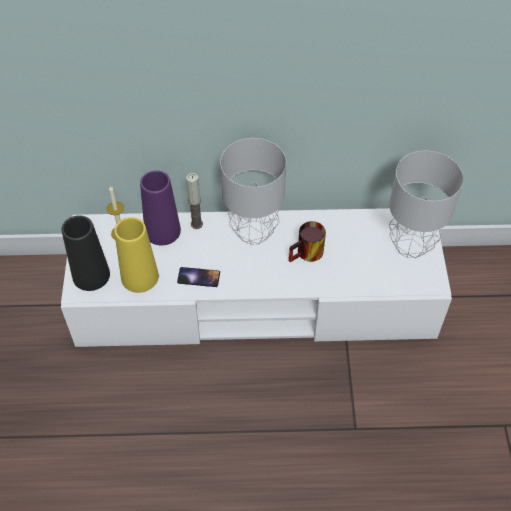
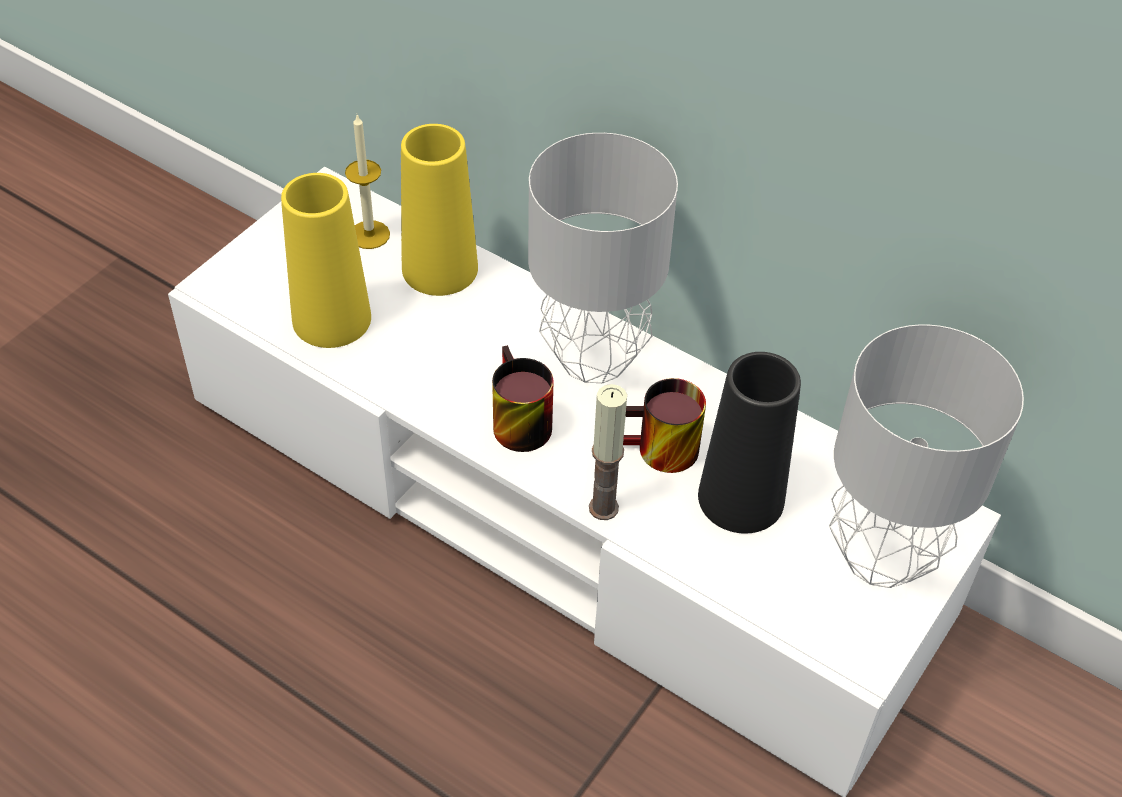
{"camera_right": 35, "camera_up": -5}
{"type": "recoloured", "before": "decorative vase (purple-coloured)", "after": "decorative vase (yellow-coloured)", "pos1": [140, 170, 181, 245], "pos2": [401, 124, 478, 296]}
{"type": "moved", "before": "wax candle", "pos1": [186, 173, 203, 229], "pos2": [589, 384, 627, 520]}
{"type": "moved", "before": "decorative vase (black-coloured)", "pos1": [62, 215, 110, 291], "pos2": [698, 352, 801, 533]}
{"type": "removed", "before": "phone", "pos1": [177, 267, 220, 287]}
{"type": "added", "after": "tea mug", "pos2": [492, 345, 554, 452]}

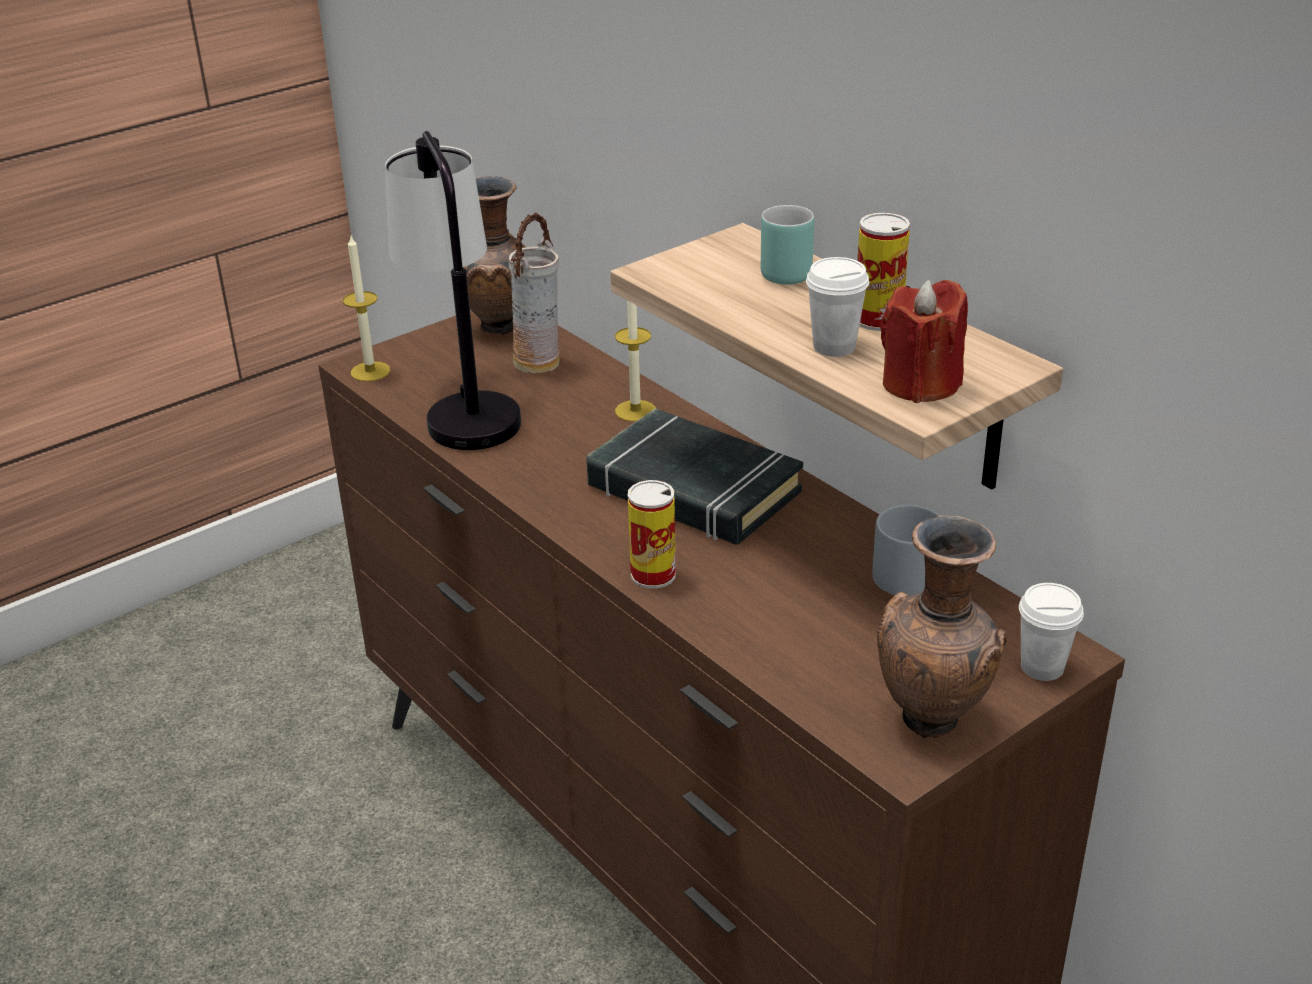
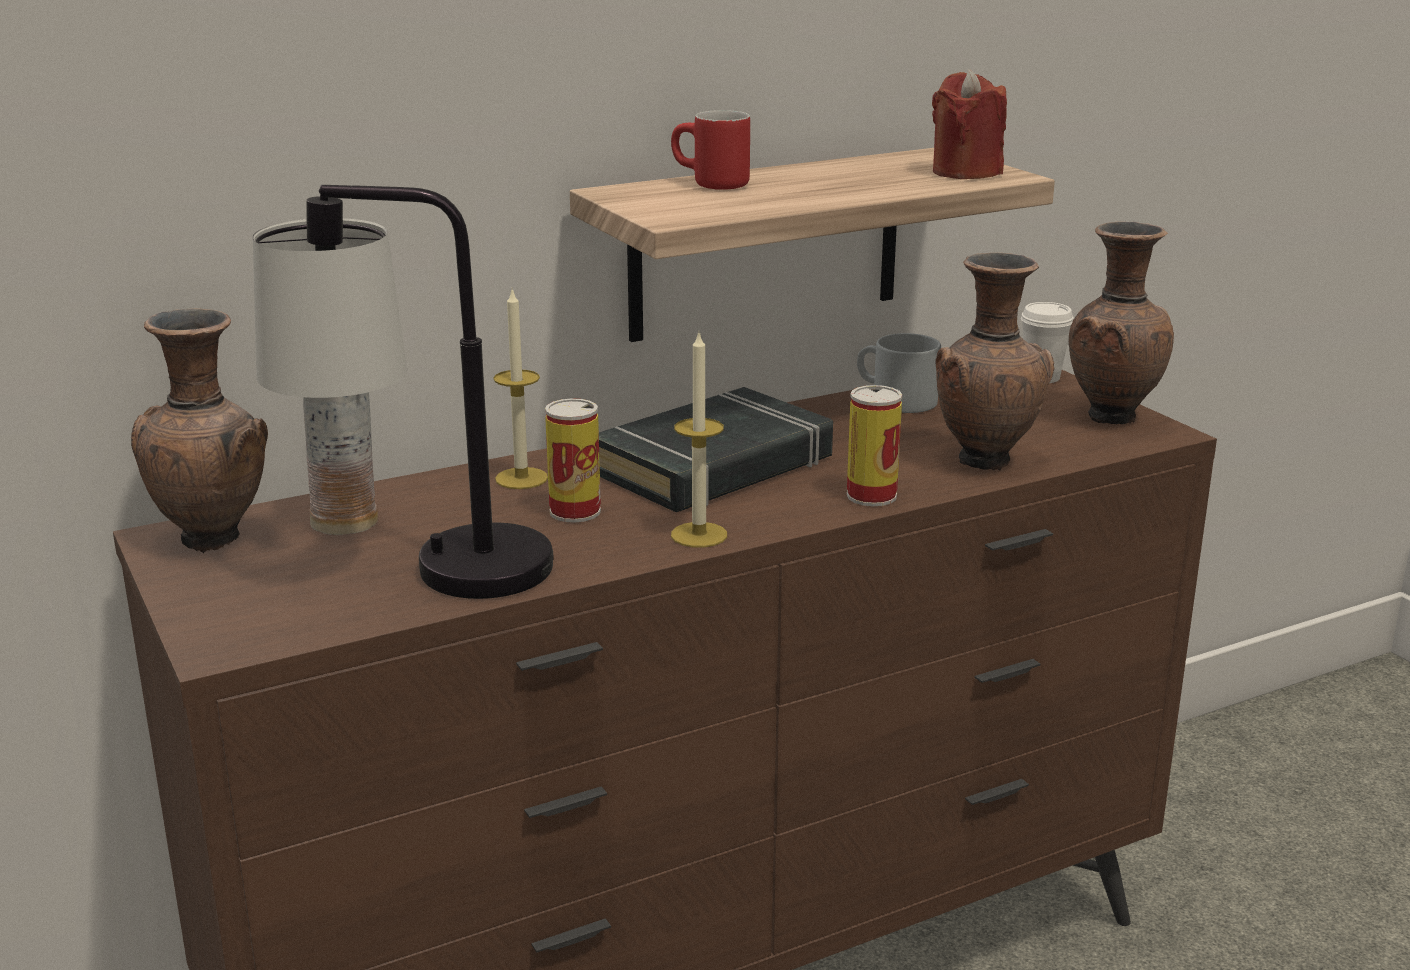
{"camera_right": -80, "camera_up": -10}
{"type": "recoloured", "before": "tea mug (turquoise)", "after": "tea mug (red)", "pos1": [761, 205, 814, 285], "pos2": [671, 110, 750, 190]}
{"type": "moved", "before": "metal can", "pos1": [858, 213, 910, 331], "pos2": [545, 398, 601, 523]}
{"type": "moved", "before": "wax candle", "pos1": [343, 236, 390, 382], "pos2": [671, 333, 727, 548]}
{"type": "removed", "before": "drinking cup (white)", "pos1": [806, 257, 869, 357]}
{"type": "added", "after": "decorative vase (brownish)", "pos2": [936, 253, 1054, 471]}

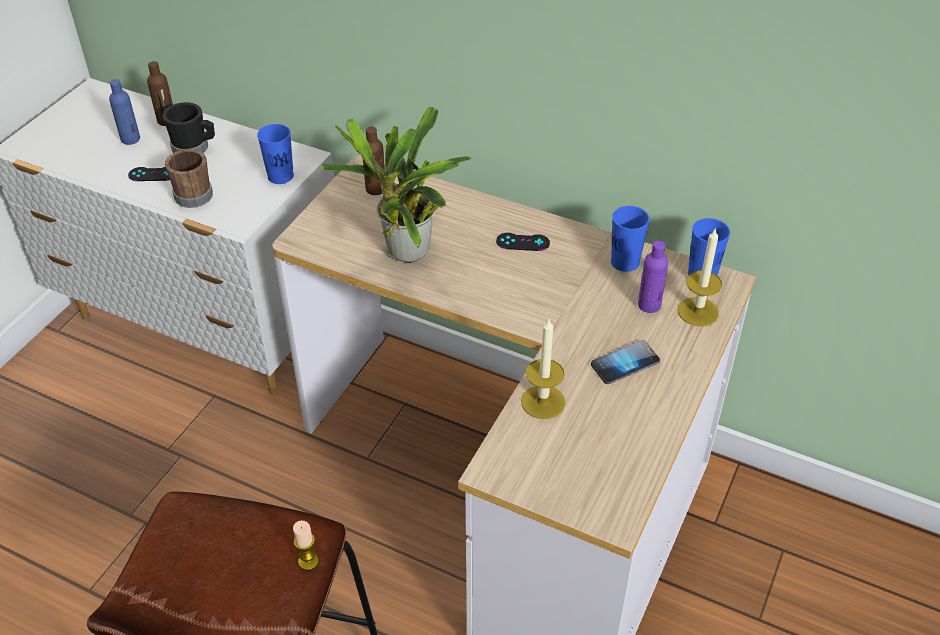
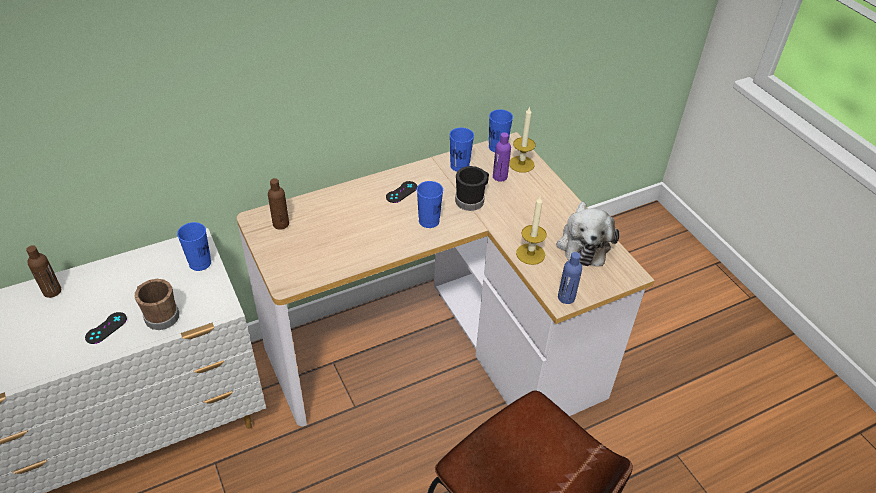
{"camera_right": -55, "camera_up": 0}
{"type": "moved", "before": "bottle (blue)", "pos1": [109, 79, 140, 145], "pos2": [558, 252, 582, 304]}
{"type": "moved", "before": "tea mug (black-coloured)", "pos1": [162, 102, 215, 153], "pos2": [455, 166, 489, 211]}
{"type": "removed", "before": "plant in a pot", "pos1": [320, 107, 472, 263]}
{"type": "removed", "before": "phone", "pos1": [591, 340, 660, 384]}
{"type": "removed", "before": "wax candle", "pos1": [293, 520, 319, 570]}
{"type": "added", "after": "drinking cup (blue)", "pos2": [417, 181, 443, 228]}
{"type": "added", "after": "cuddly toy", "pos2": [556, 202, 619, 267]}

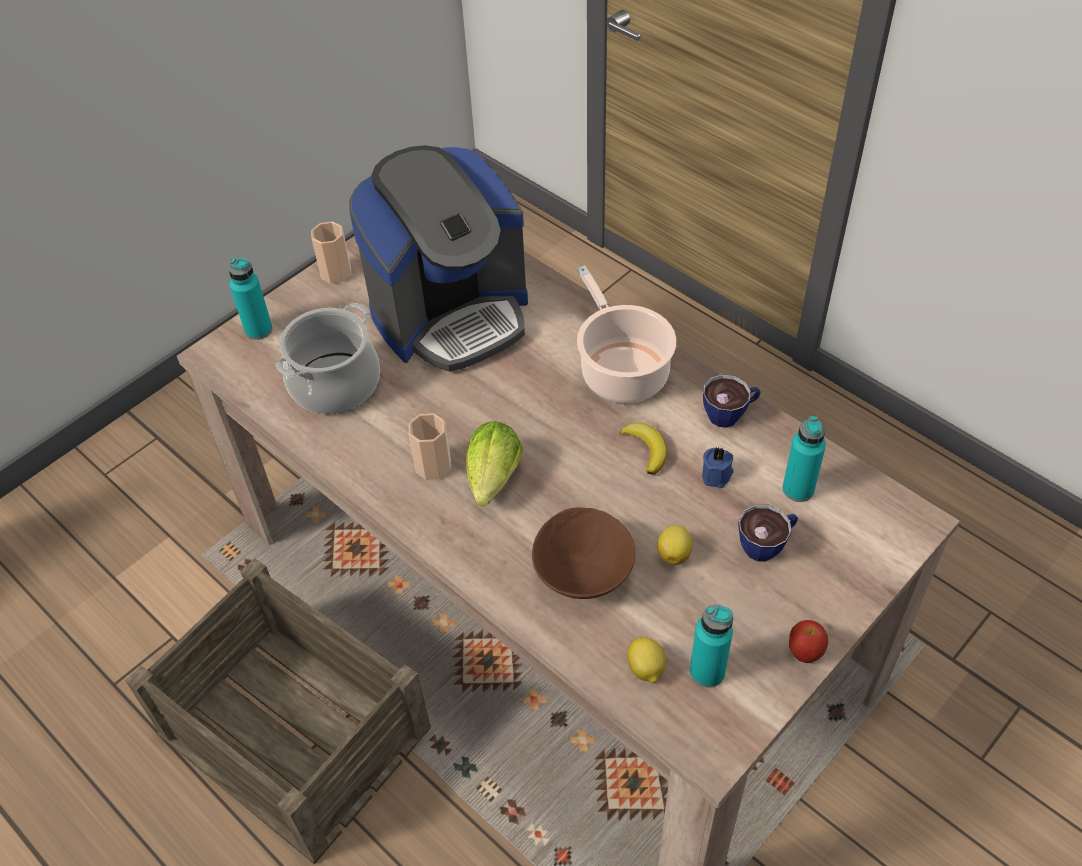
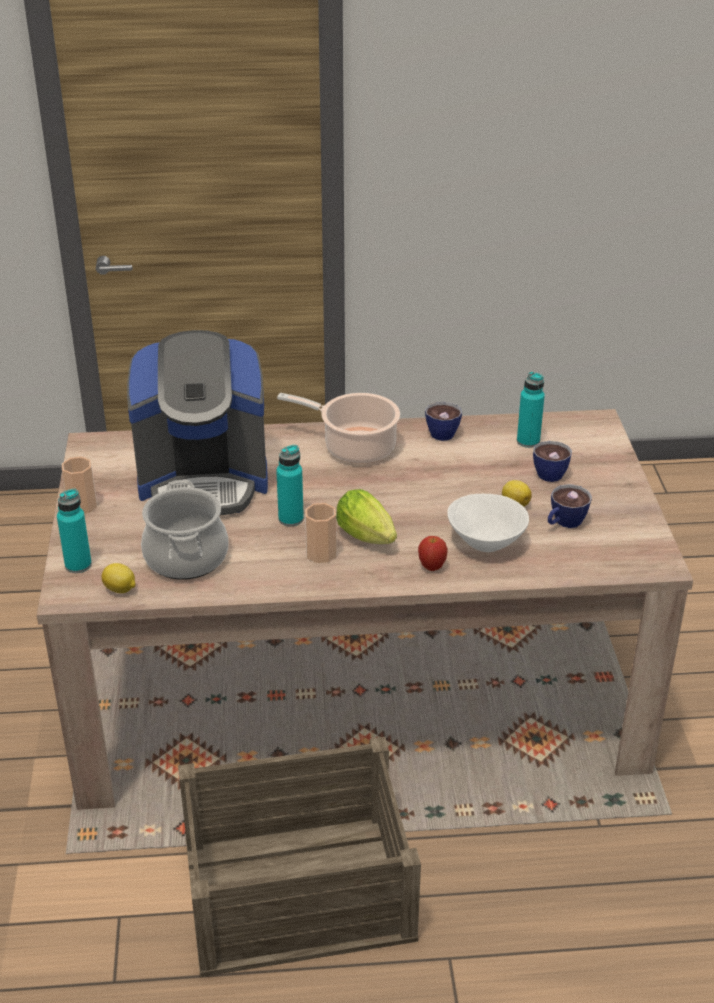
{"camera_right": -50, "camera_up": -15}
{"type": "turned", "before": "coffee machine", "pos1": [349, 145, 528, 372], "pos2": [127, 330, 268, 515], "turn": 75}
{"type": "removed", "before": "banana", "pos1": [620, 423, 667, 475]}
{"type": "removed", "before": "wax candle (blue)", "pos1": [702, 447, 734, 488]}
{"type": "recoloured", "before": "serving bowl (brownish)", "after": "serving bowl (white)", "pos1": [532, 507, 635, 599], "pos2": [448, 494, 529, 552]}
{"type": "moved", "before": "bottle (turquoise)", "pos1": [690, 605, 733, 688], "pos2": [276, 445, 304, 526]}
{"type": "moved", "before": "apple", "pos1": [789, 620, 828, 663], "pos2": [418, 536, 448, 571]}
{"type": "moved", "before": "whole lemon", "pos1": [627, 637, 666, 683], "pos2": [102, 563, 135, 593]}
{"type": "added", "after": "drinking cup", "pos2": [548, 484, 592, 528]}

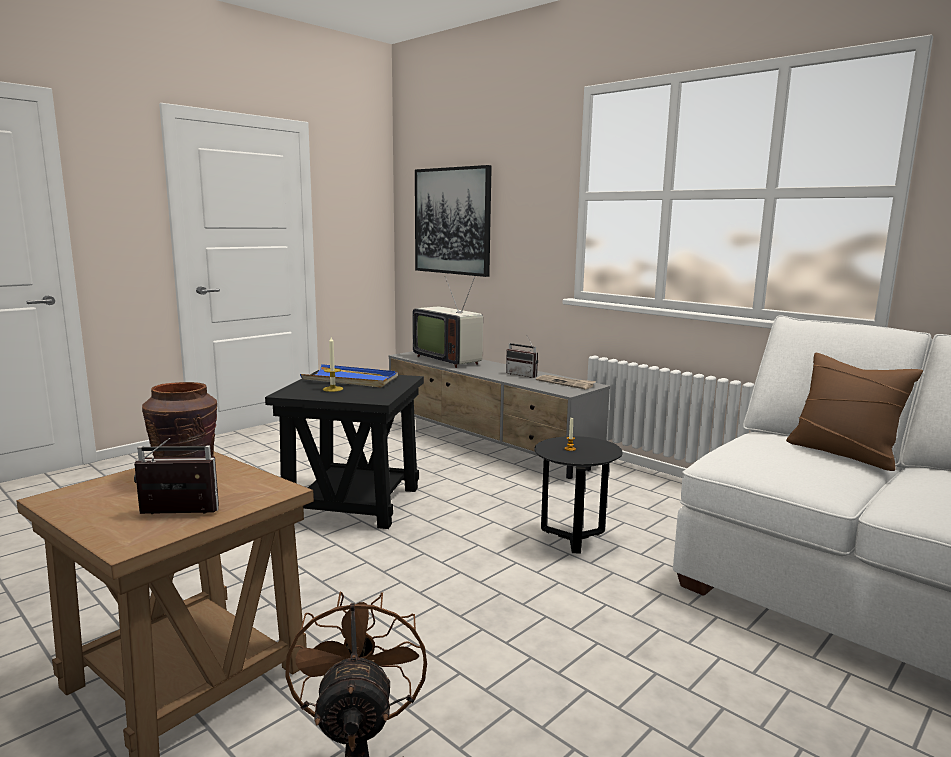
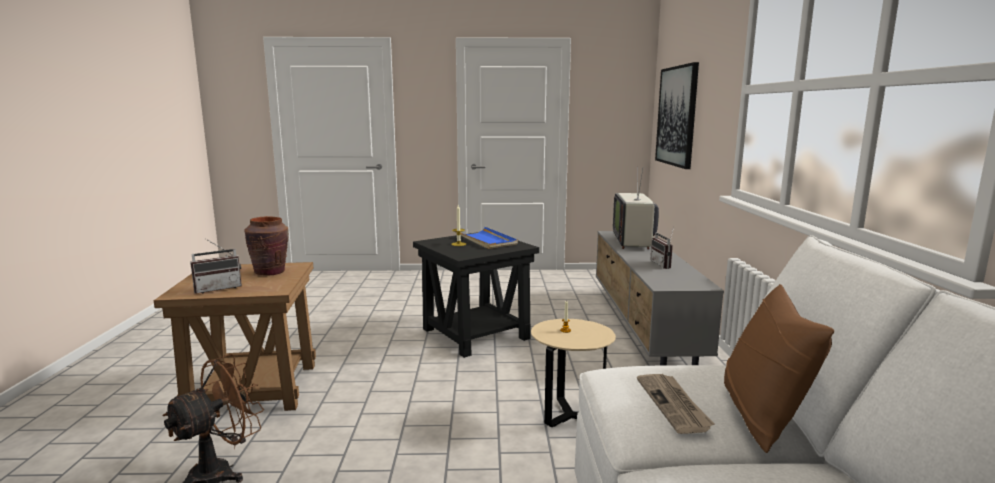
{"camera_right": 45, "camera_up": 0}
{"type": "moved", "before": "daily paper", "pos1": [536, 375, 596, 390], "pos2": [637, 374, 714, 434]}
{"type": "recoloured", "before": "end table (black-coloured)", "after": "end table (beige-coloured)", "pos1": [534, 436, 623, 554], "pos2": [531, 319, 616, 427]}
{"type": "turned", "before": "radio", "pos1": [134, 438, 219, 514], "pos2": [190, 238, 242, 294], "turn": 105}

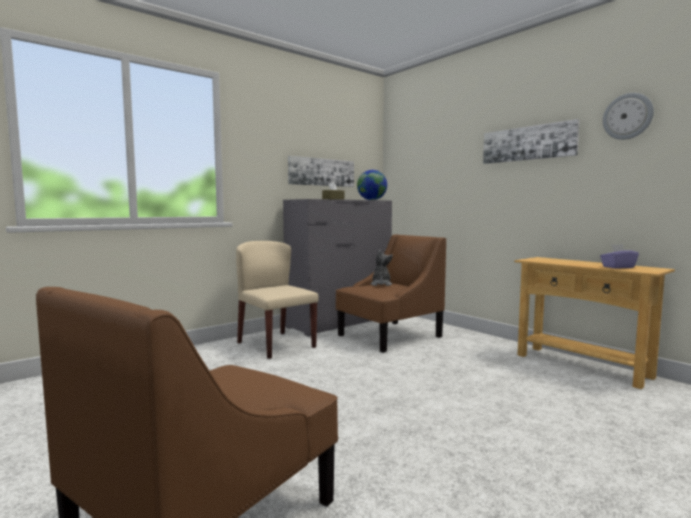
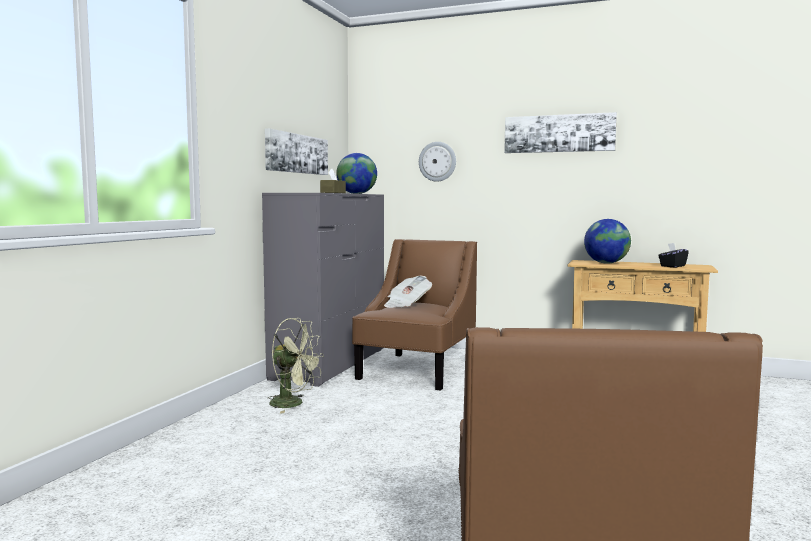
{"camera_right": -30, "camera_up": 0}
{"type": "moved", "before": "wall clock", "pos1": [603, 93, 654, 140], "pos2": [419, 142, 456, 182]}
{"type": "replaced", "before": "plain chair (beige-coloured)", "after": "fan (green-coloured)", "pos1": [236, 241, 319, 359], "pos2": [268, 318, 324, 413]}
{"type": "recoloured", "before": "tissue box (purple-coloured)", "after": "tissue box (black-coloured)", "pos1": [600, 244, 639, 269], "pos2": [658, 243, 689, 268]}
{"type": "replaced", "before": "cuddly toy", "after": "daily paper", "pos1": [371, 250, 393, 286], "pos2": [384, 276, 432, 308]}
{"type": "added", "after": "globe", "pos2": [584, 219, 631, 264]}

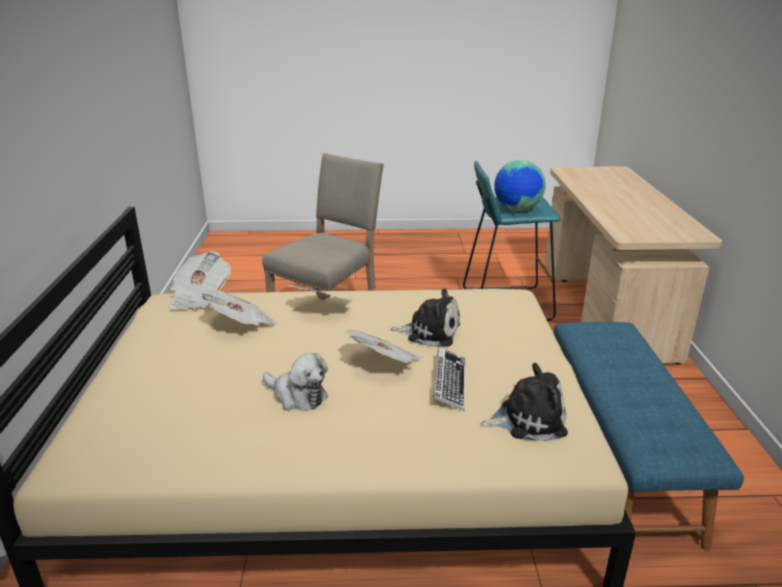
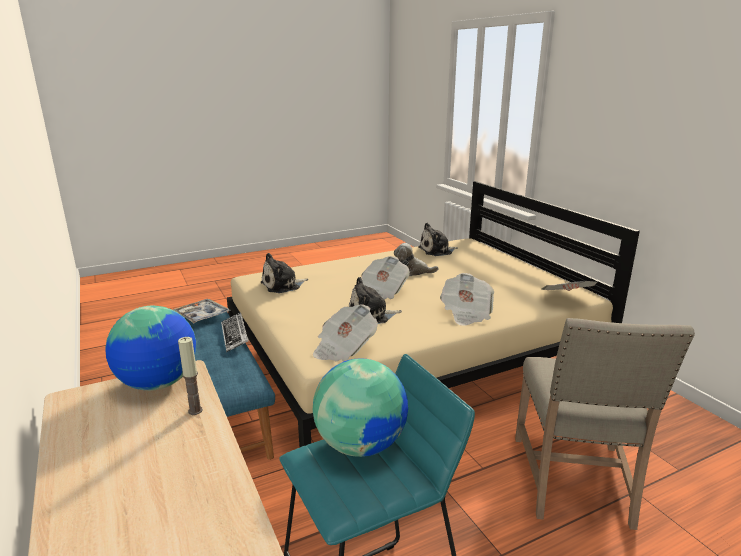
{"camera_right": 155, "camera_up": -5}
{"type": "moved", "before": "daily paper", "pos1": [198, 290, 277, 326], "pos2": [313, 304, 378, 362]}
{"type": "moved", "before": "PC keyboard", "pos1": [433, 347, 466, 410], "pos2": [221, 313, 249, 352]}
{"type": "added", "after": "cuddly toy", "pos2": [418, 223, 458, 256]}
{"type": "added", "after": "tray", "pos2": [172, 299, 231, 323]}
{"type": "added", "after": "globe", "pos2": [105, 306, 196, 391]}
{"type": "added", "after": "wax candle", "pos2": [178, 337, 203, 415]}

